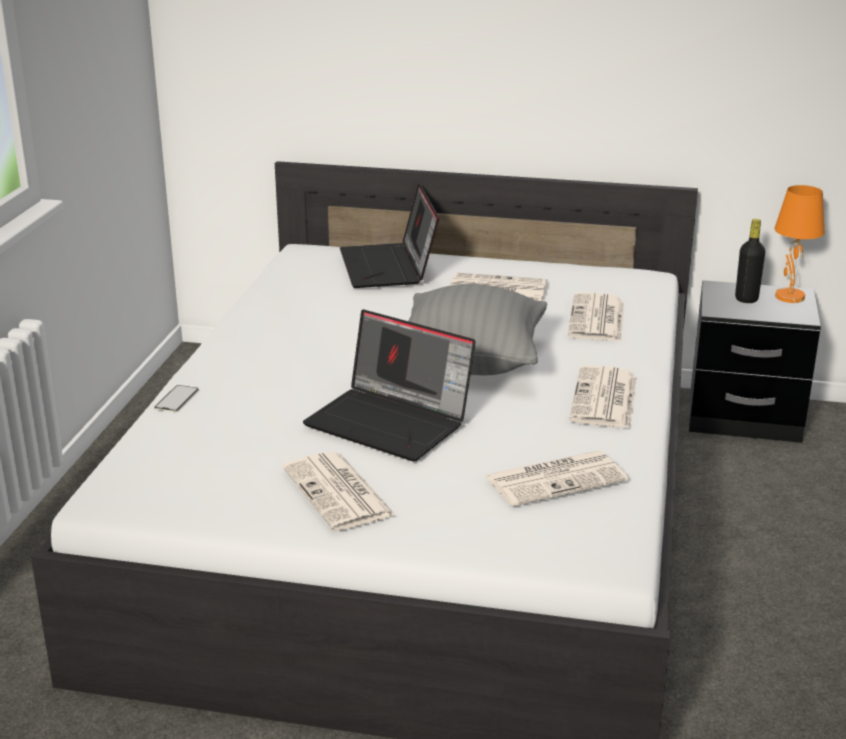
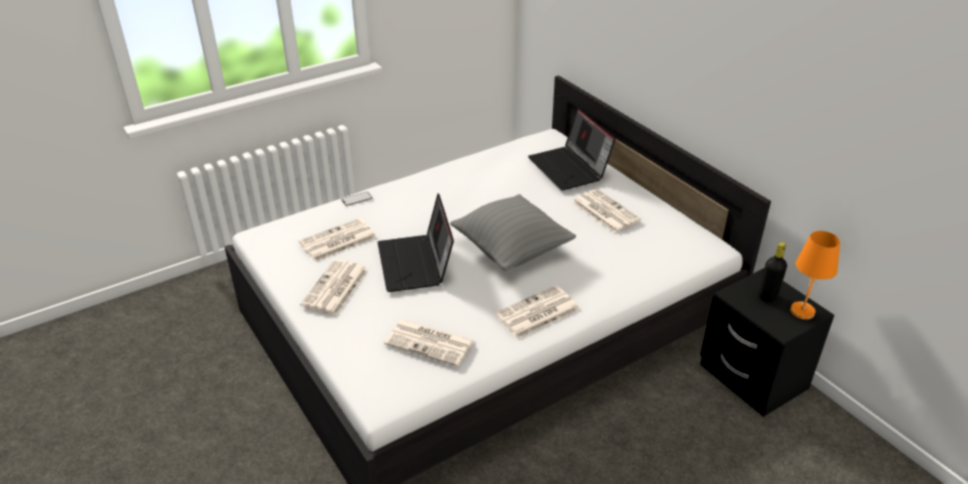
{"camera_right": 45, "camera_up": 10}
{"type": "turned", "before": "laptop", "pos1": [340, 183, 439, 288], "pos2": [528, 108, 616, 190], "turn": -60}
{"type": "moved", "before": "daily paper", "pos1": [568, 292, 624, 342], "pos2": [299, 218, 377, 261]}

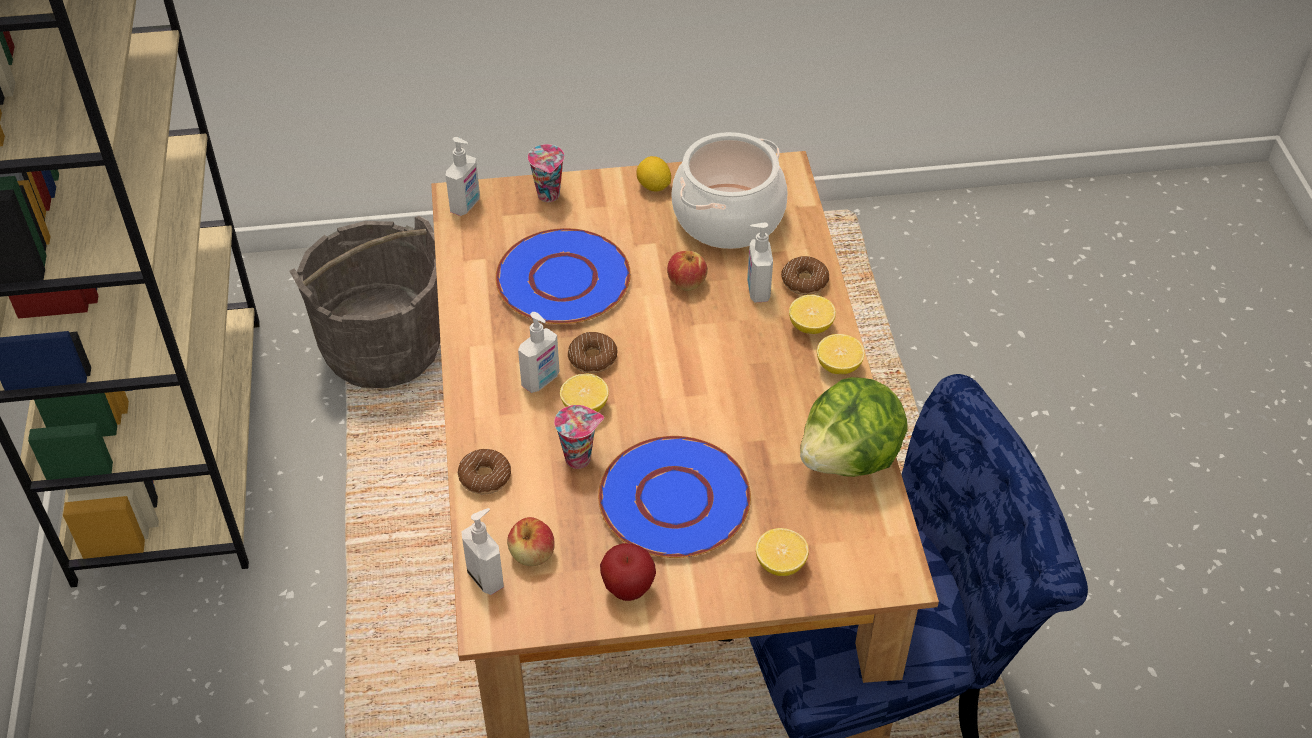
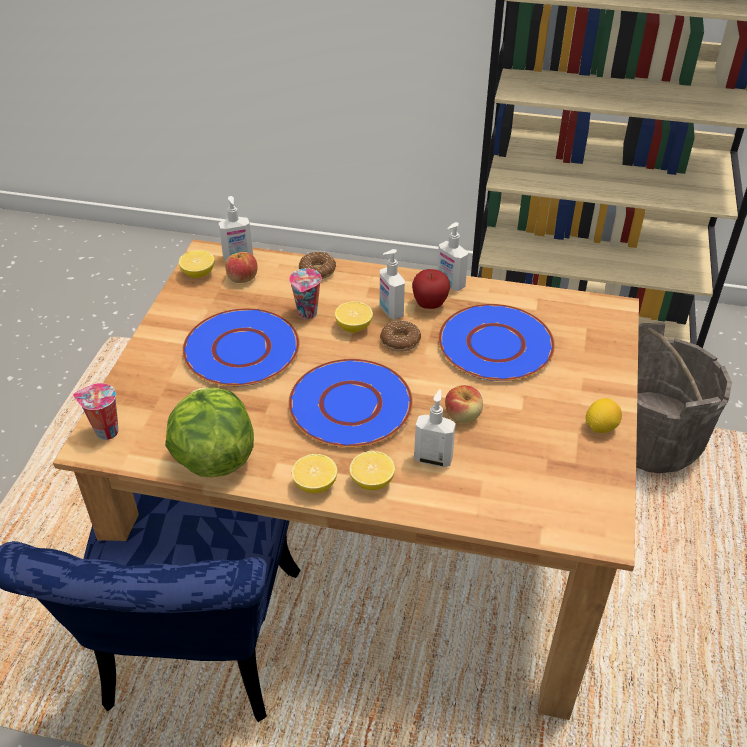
{"camera_right": 110, "camera_up": -5}
{"type": "removed", "before": "saucepot", "pos1": [671, 132, 788, 249]}
{"type": "moved", "before": "soap bottle", "pos1": [446, 137, 480, 216], "pos2": [437, 222, 468, 291]}
{"type": "moved", "before": "drinking cup", "pos1": [528, 144, 565, 202], "pos2": [73, 383, 118, 440]}
{"type": "removed", "before": "donut", "pos1": [781, 256, 829, 295]}
{"type": "moved", "before": "whole lemon", "pos1": [756, 528, 809, 576], "pos2": [179, 250, 215, 278]}
{"type": "moved", "before": "apple", "pos1": [600, 543, 656, 601], "pos2": [412, 269, 450, 309]}
{"type": "added", "after": "plate (blue)", "pos2": [288, 359, 413, 447]}

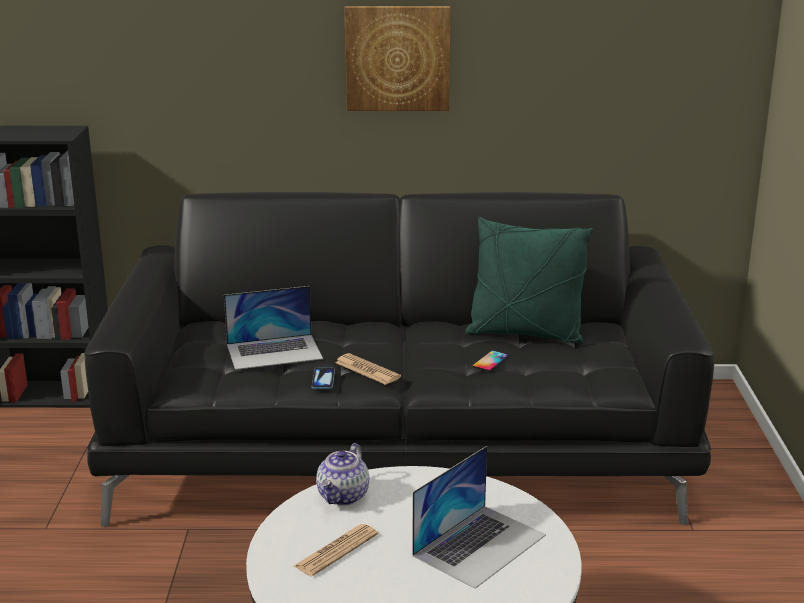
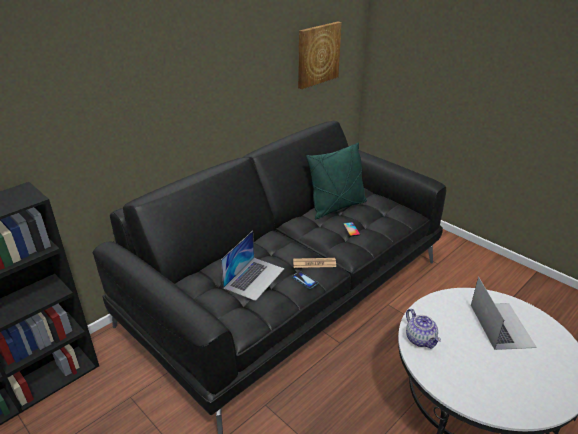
{"camera_right": -45, "camera_up": 10}
{"type": "moved", "before": "wall art", "pos1": [345, 6, 450, 111], "pos2": [298, 21, 342, 89]}
{"type": "removed", "before": "daily paper", "pos1": [294, 524, 378, 577]}

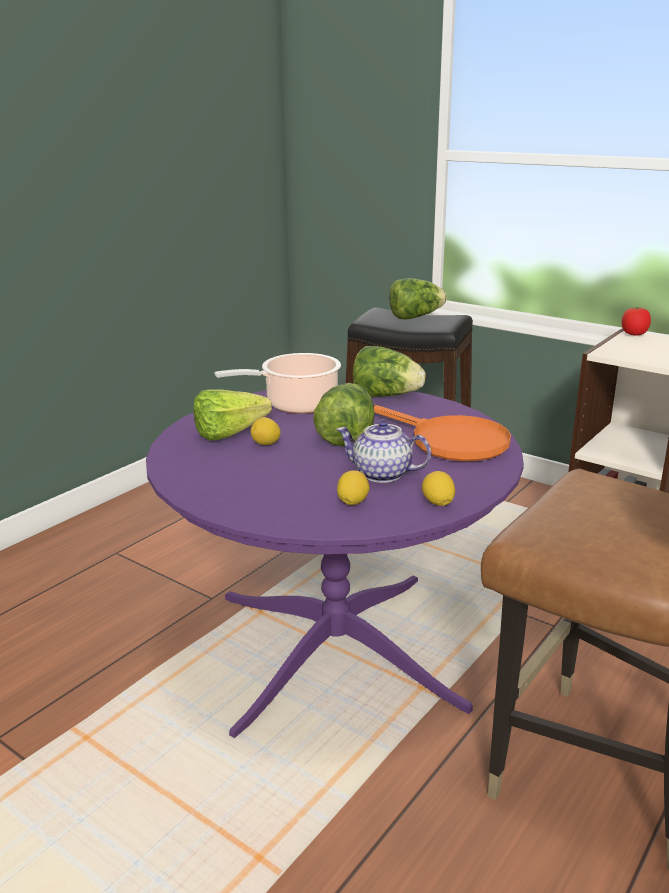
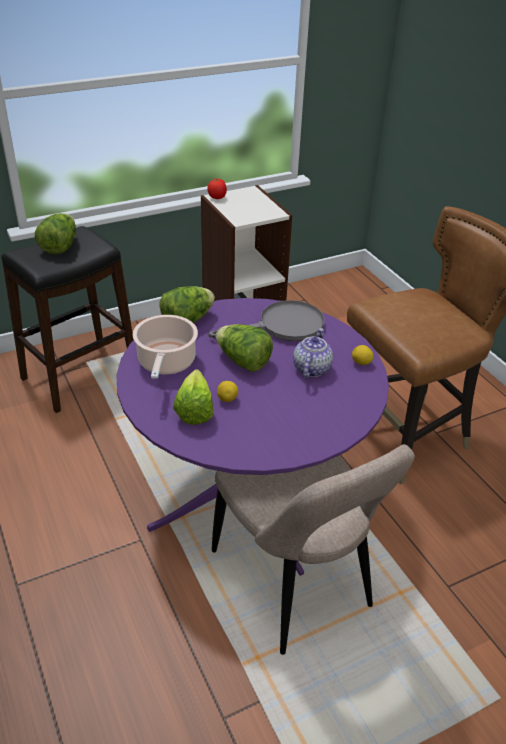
{"camera_right": -65, "camera_up": 15}
{"type": "recoloured", "before": "pan (orangey)", "after": "pan (grey)", "pos1": [374, 404, 511, 461], "pos2": [208, 300, 325, 341]}
{"type": "turned", "before": "tea pot", "pos1": [336, 420, 432, 483], "pos2": [293, 328, 333, 378], "turn": 150}
{"type": "removed", "before": "whole lemon", "pos1": [337, 470, 370, 505]}
{"type": "added", "after": "plain chair (beige-coloured)", "pos2": [212, 444, 415, 655]}

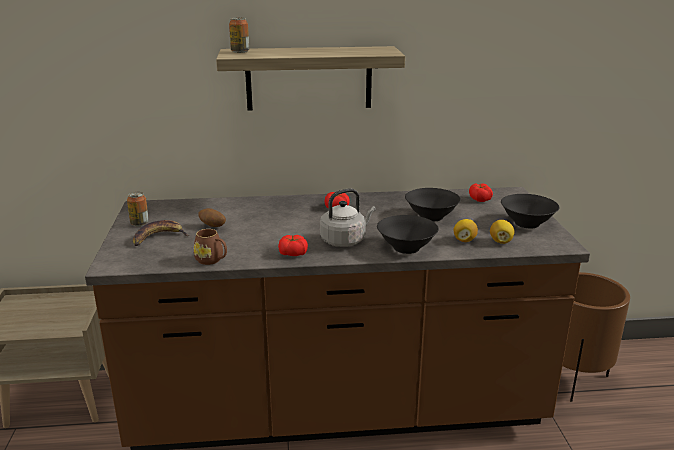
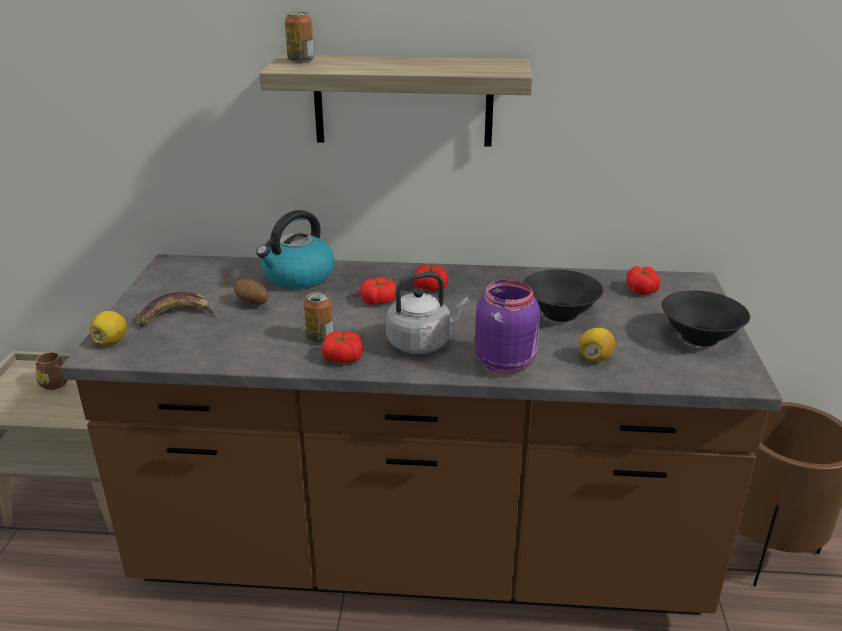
{"camera_right": 10, "camera_up": 5}
{"type": "moved", "before": "metal can", "pos1": [127, 192, 149, 226], "pos2": [304, 291, 333, 343]}
{"type": "replaced", "before": "serving bowl (black-coloured)", "after": "storage jar (purple-coloured)", "pos1": [377, 215, 439, 254], "pos2": [475, 279, 540, 374]}
{"type": "moved", "before": "whole lemon", "pos1": [490, 220, 515, 244], "pos2": [89, 311, 127, 345]}
{"type": "moved", "before": "tea mug (brownish)", "pos1": [193, 229, 227, 265], "pos2": [36, 352, 68, 390]}
{"type": "added", "after": "water kettle", "pos2": [256, 210, 335, 289]}
{"type": "added", "after": "tomato", "pos2": [360, 277, 397, 305]}

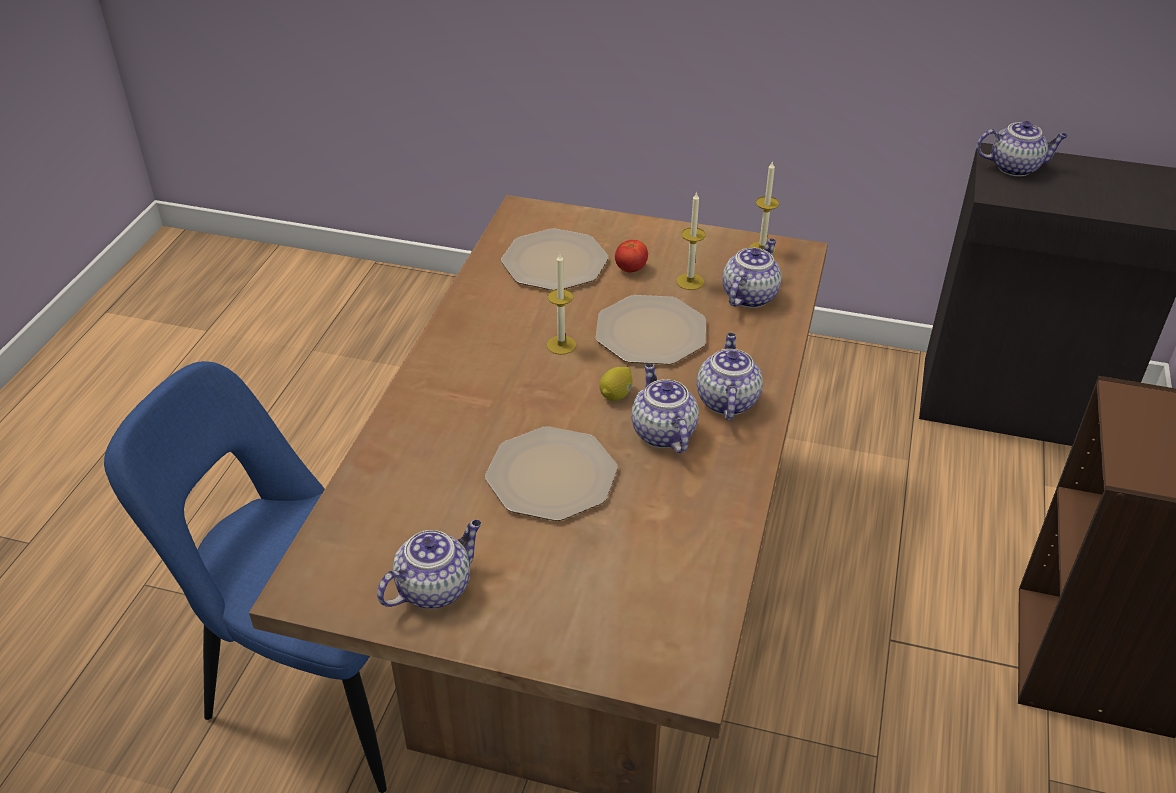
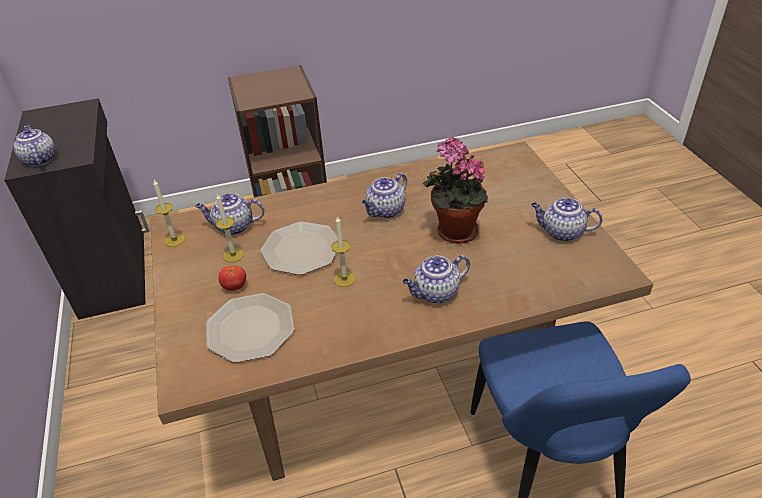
{"camera_right": -120, "camera_up": 0}
{"type": "moved", "before": "tea pot", "pos1": [697, 333, 763, 420], "pos2": [403, 255, 470, 304]}
{"type": "removed", "before": "whole lemon", "pos1": [599, 367, 633, 401]}
{"type": "replaced", "before": "plate", "after": "plant in a pot", "pos1": [485, 426, 618, 521], "pos2": [423, 137, 488, 244]}

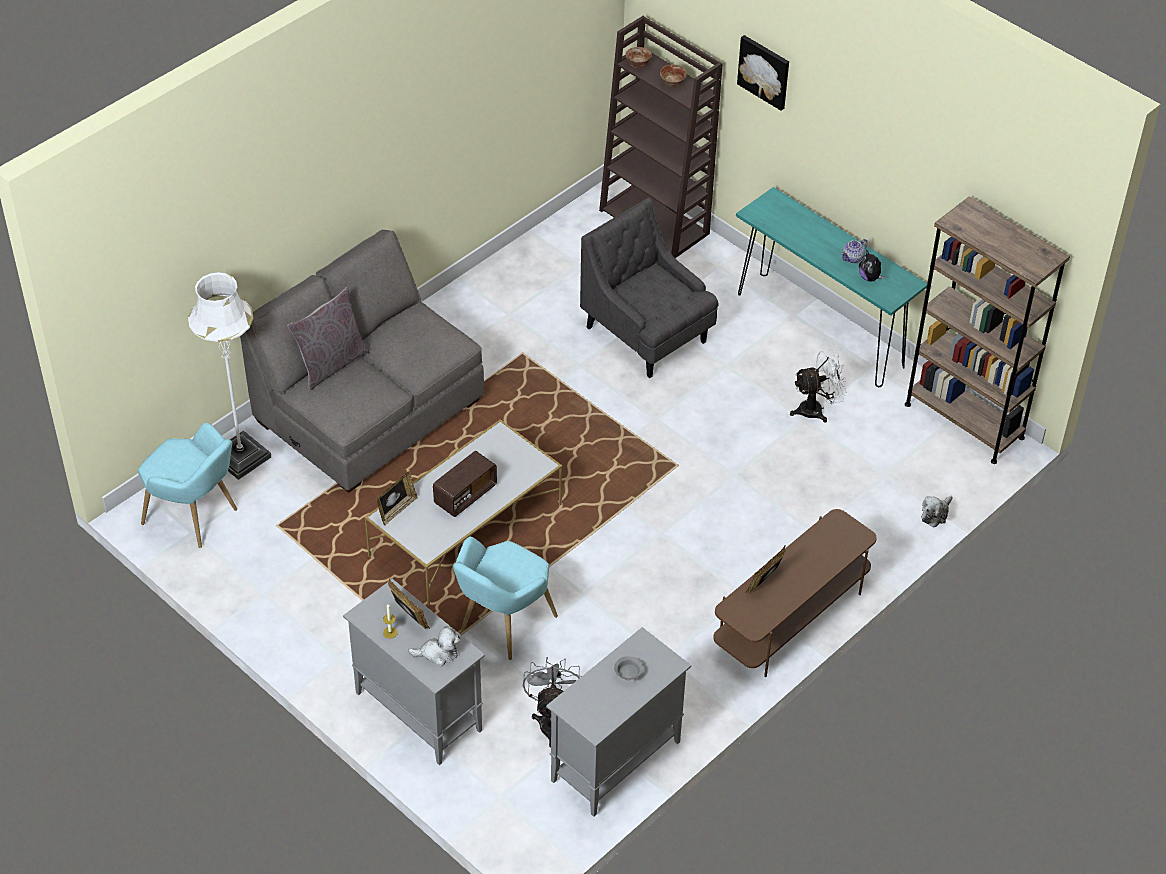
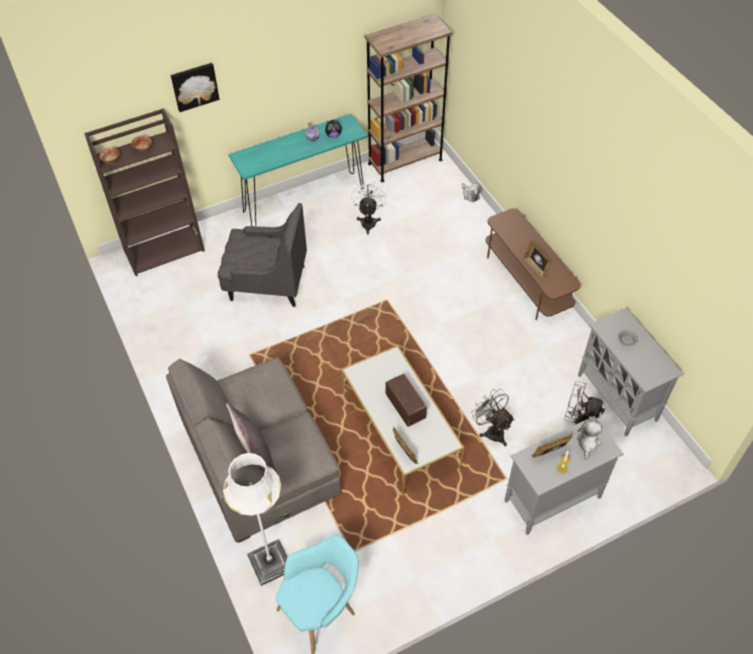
{"camera_right": -70, "camera_up": 5}
{"type": "turned", "before": "easy chair (grey)", "pos1": [580, 198, 719, 378], "pos2": [218, 203, 307, 307], "turn": -150}
{"type": "replaced", "before": "easy chair (turquoise)", "after": "fan (grey)", "pos1": [453, 537, 558, 660], "pos2": [471, 389, 515, 446]}

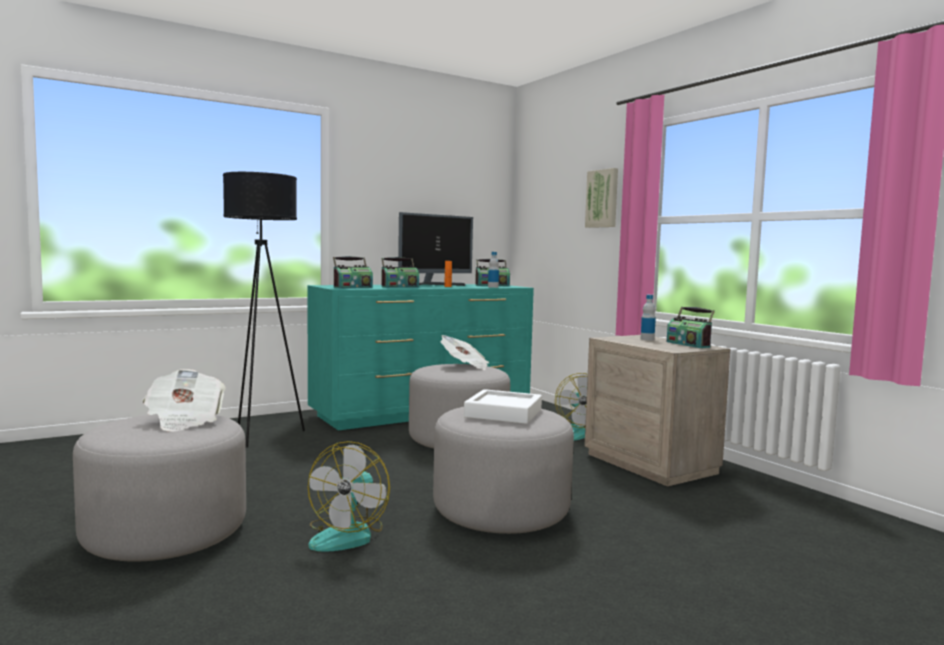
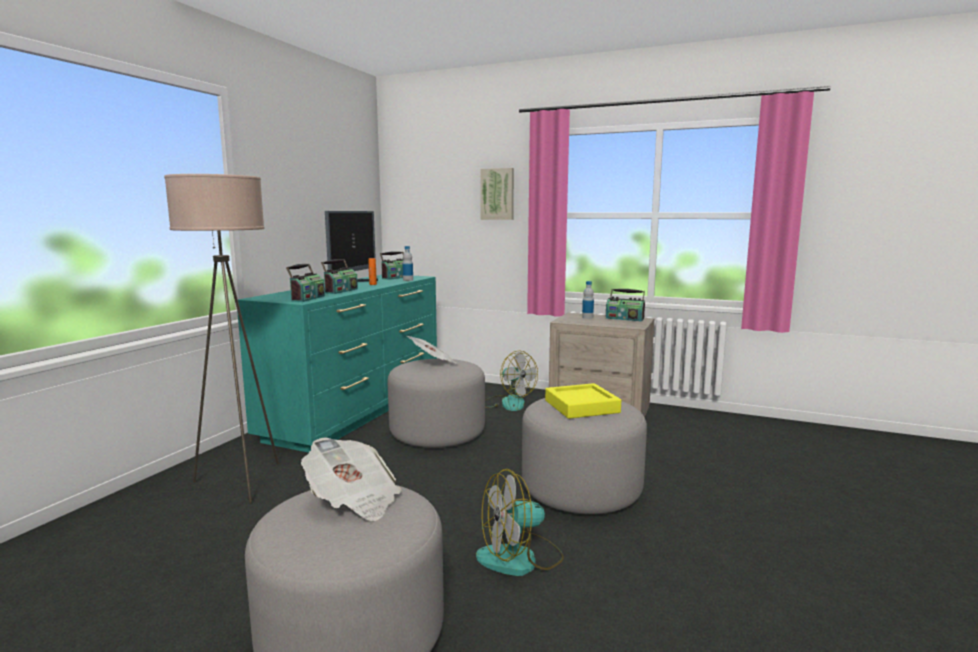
{"camera_right": -35, "camera_up": 5}
{"type": "recoloured", "before": "standard lamp (black-coloured)", "after": "standard lamp (beige-coloured)", "pos1": [223, 172, 305, 448], "pos2": [164, 174, 279, 503]}
{"type": "recoloured", "before": "tray (white)", "after": "tray (yellow-coloured)", "pos1": [464, 389, 542, 424], "pos2": [545, 383, 621, 419]}
{"type": "turned", "before": "fan", "pos1": [308, 441, 390, 552], "pos2": [476, 469, 564, 576], "turn": 90}

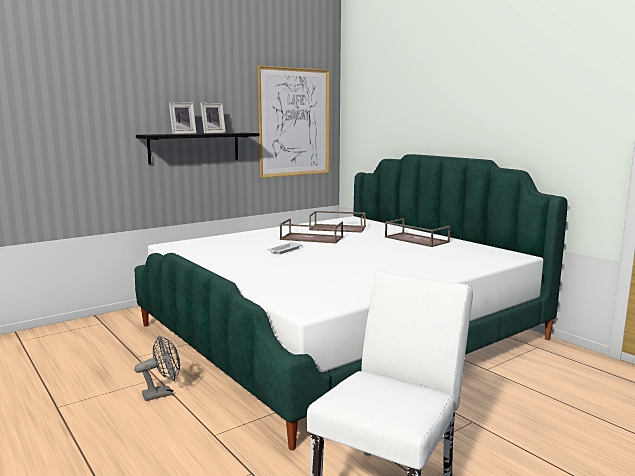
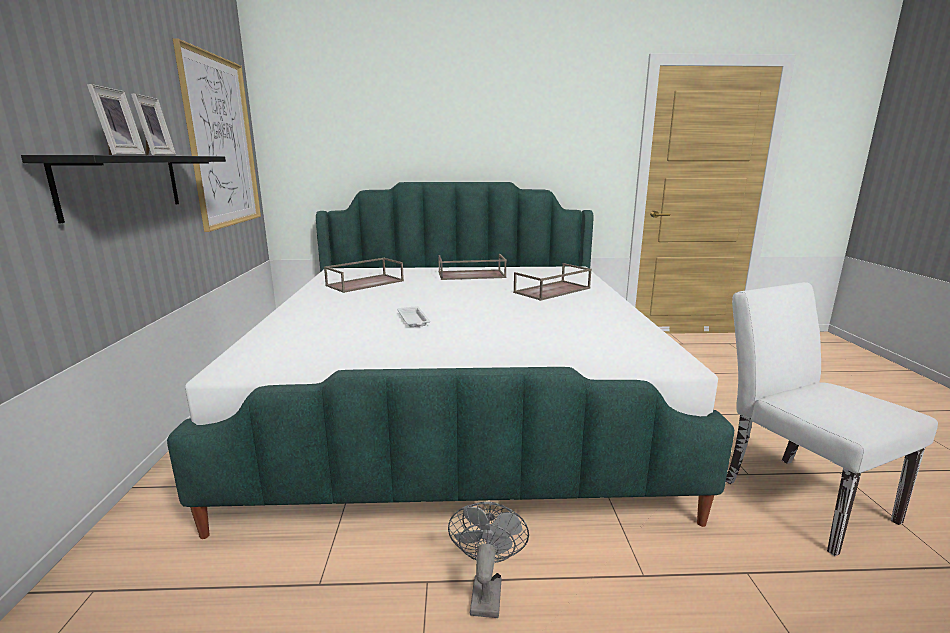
{"camera_right": -55, "camera_up": 5}
{"type": "moved", "before": "tray (brownish)", "pos1": [280, 219, 343, 243], "pos2": [513, 263, 592, 301]}

